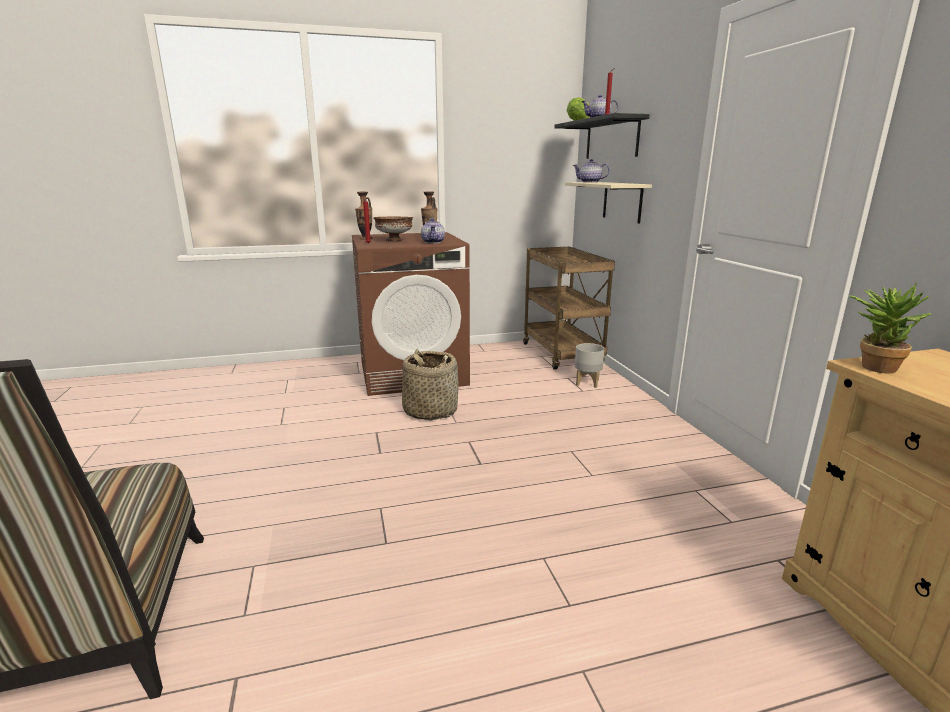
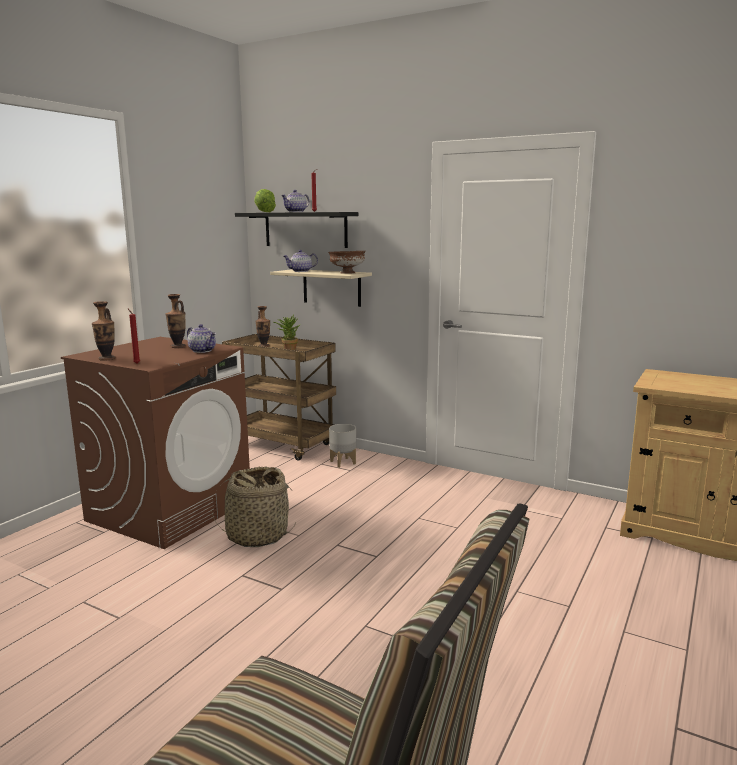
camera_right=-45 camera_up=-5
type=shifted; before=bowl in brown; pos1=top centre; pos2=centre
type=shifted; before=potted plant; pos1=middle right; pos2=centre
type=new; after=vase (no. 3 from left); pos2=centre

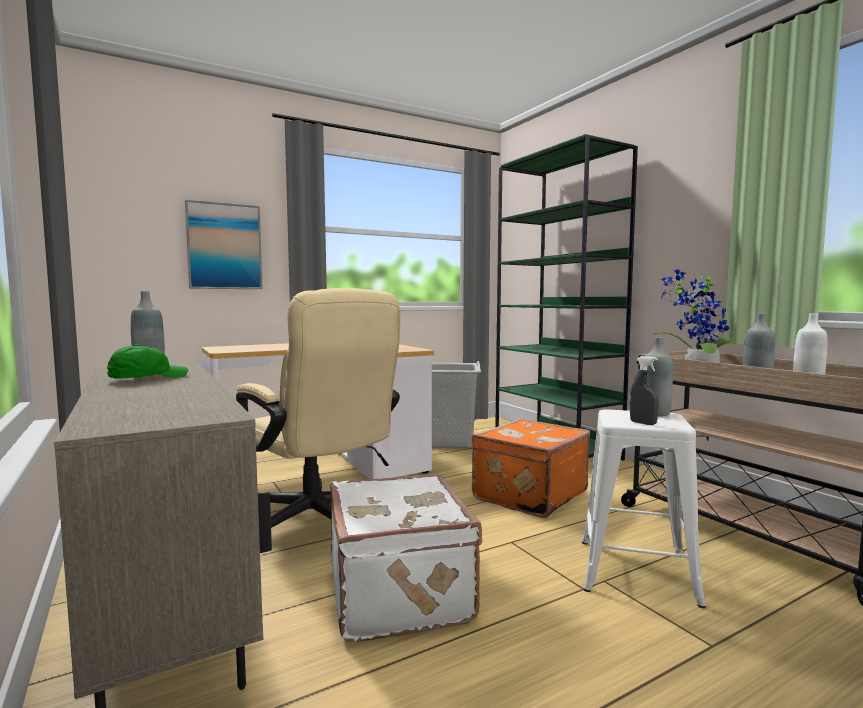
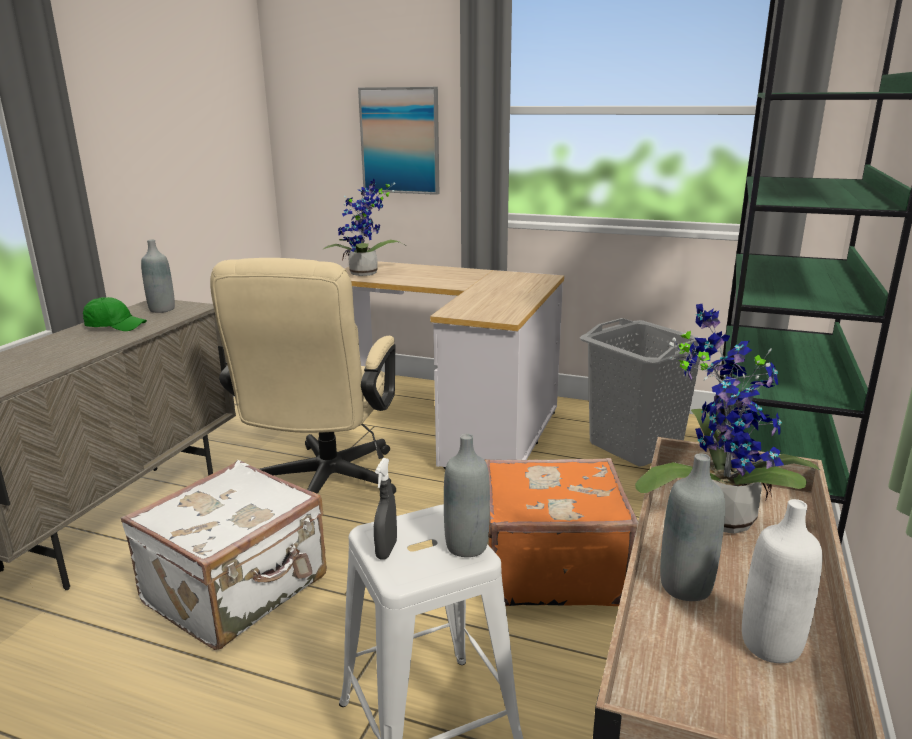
camera_right=50 camera_up=15
type=new; after=potted plant (no. 1 from left); pos2=top centre

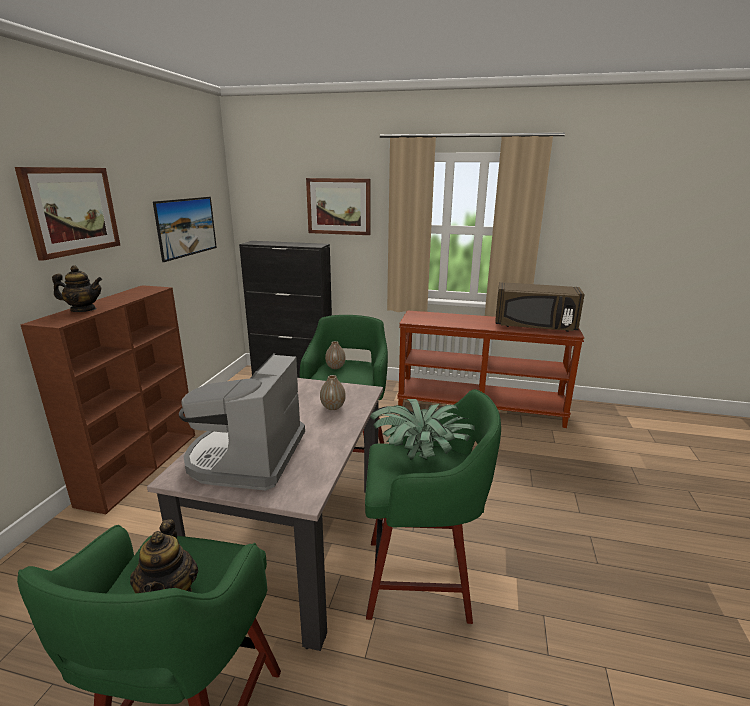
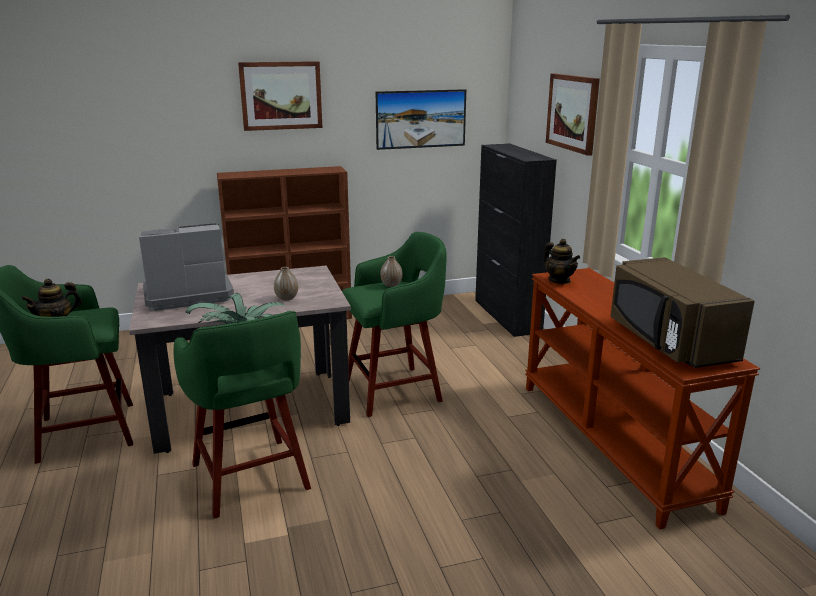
camera_right=60 camera_up=0
type=shifted; before=teapot (no. 1 from left in the first image); after=teapot (no. 2 from left); pos1=middle left; pos2=middle right

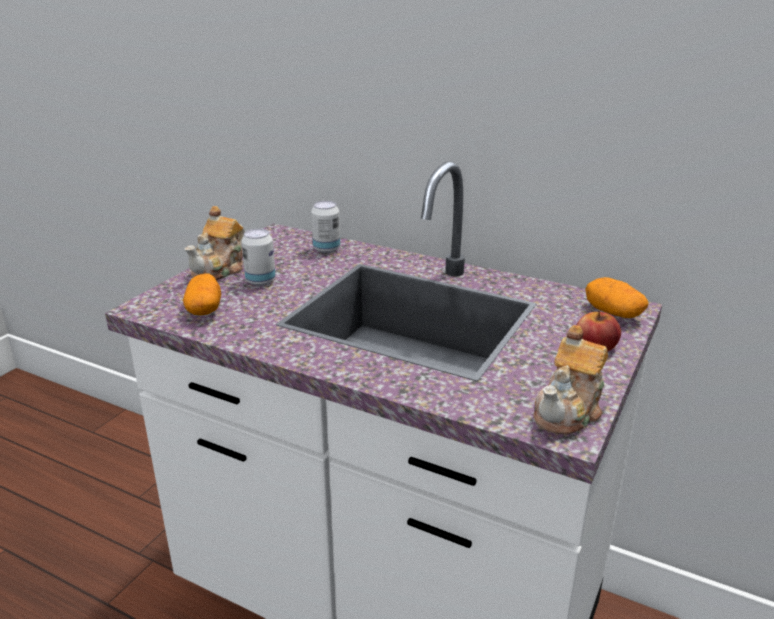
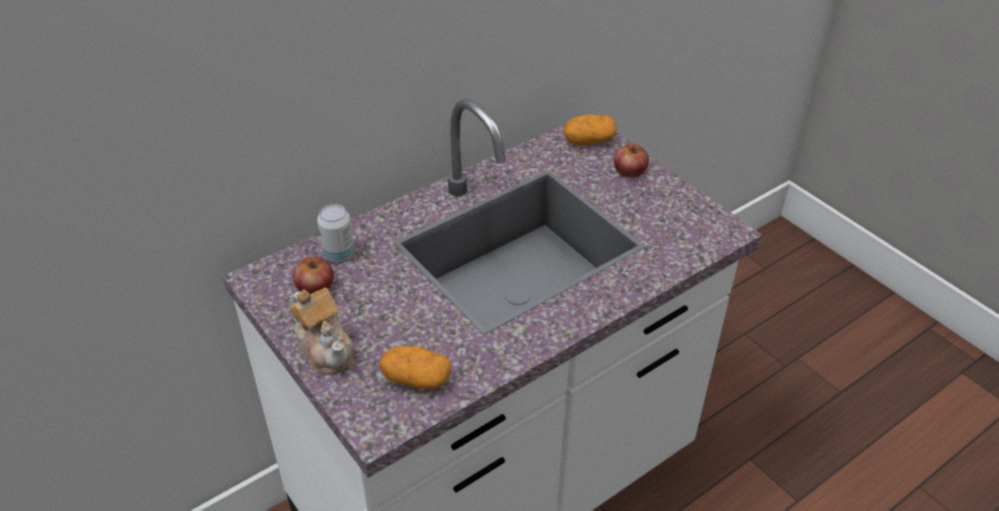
camera_right=-65 camera_up=15
type=gone; before=can (no. 1 from left); pos1=centre
type=gone; before=teapot (no. 2 from left); pos1=middle right
type=new; after=apple (no. 1 from left); pos2=middle left

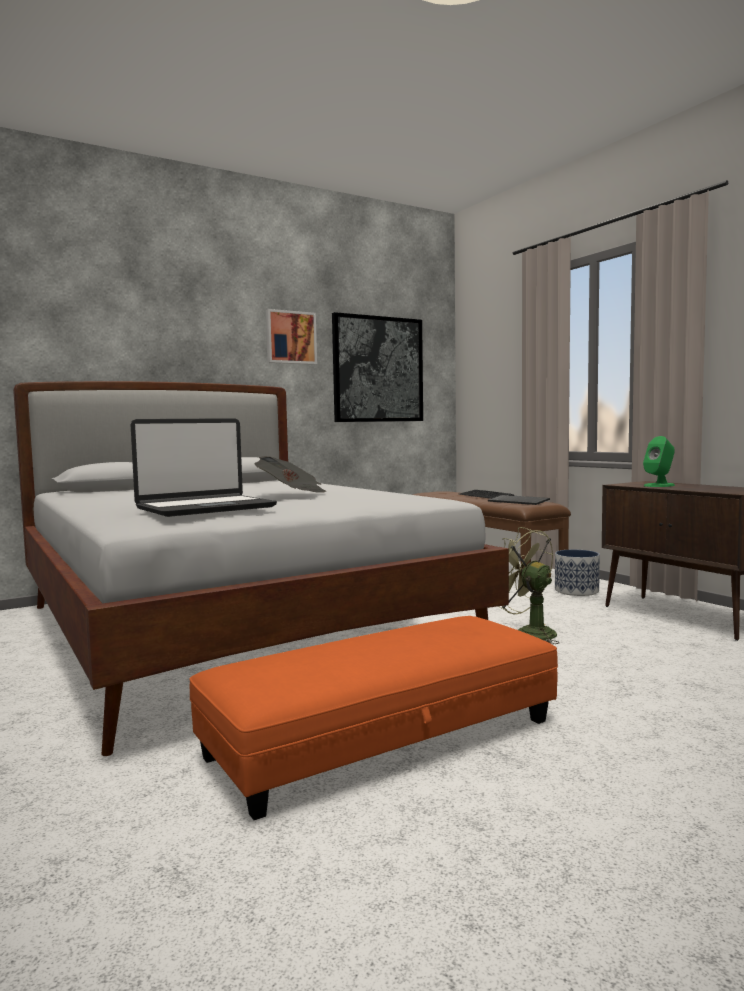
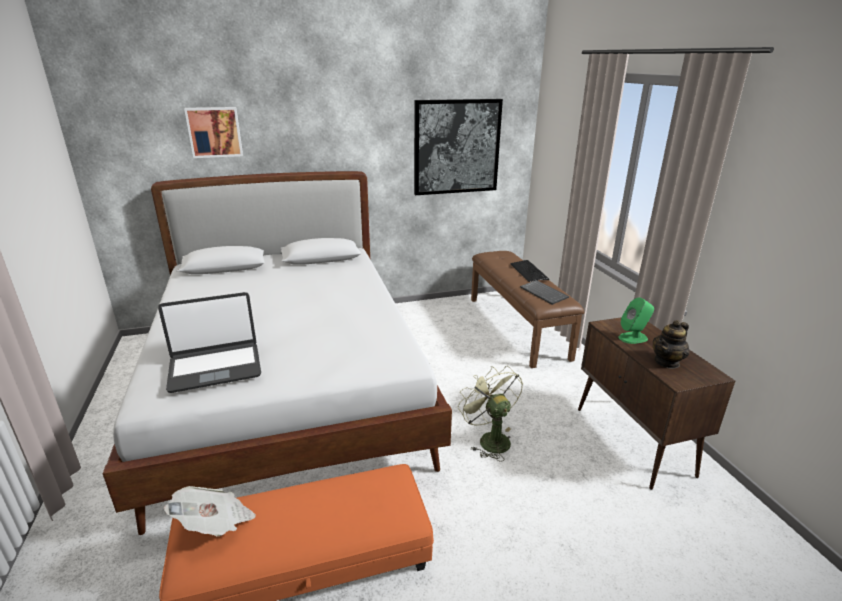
camera_right=15 camera_up=20
type=shifted; before=picture (no. 1 from left); pos1=centre; pos2=top left
type=shifted; before=newspaper; pos1=centre; pos2=bottom left
type=gone; before=planter; pos1=middle right
type=new; after=teapot; pos2=middle right

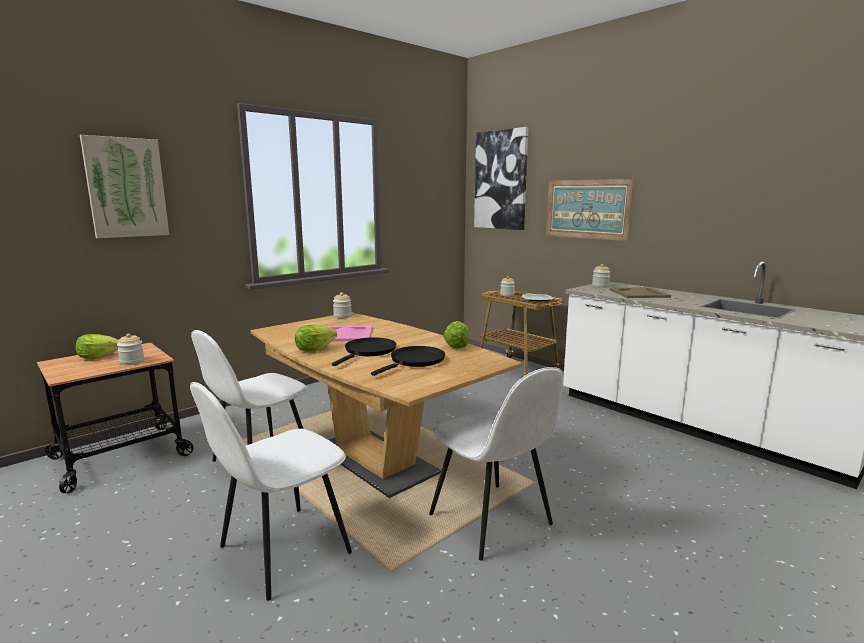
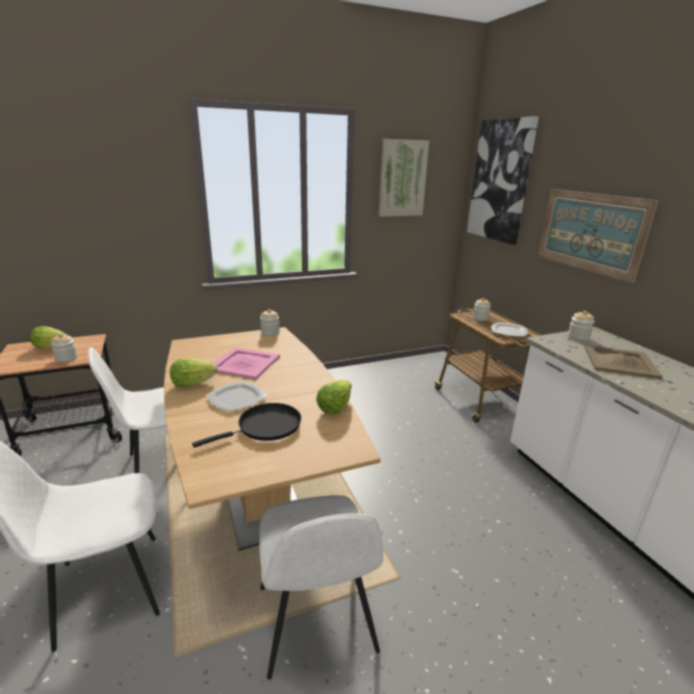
camera_right=20 camera_up=10
type=shifted; before=picture (no. 1 from left); pos1=top left; pos2=top centre
type=swapped; before=frying pan in black (no. 1 from left); after=plate (no. 1 from left); pos1=centre; pos2=centre

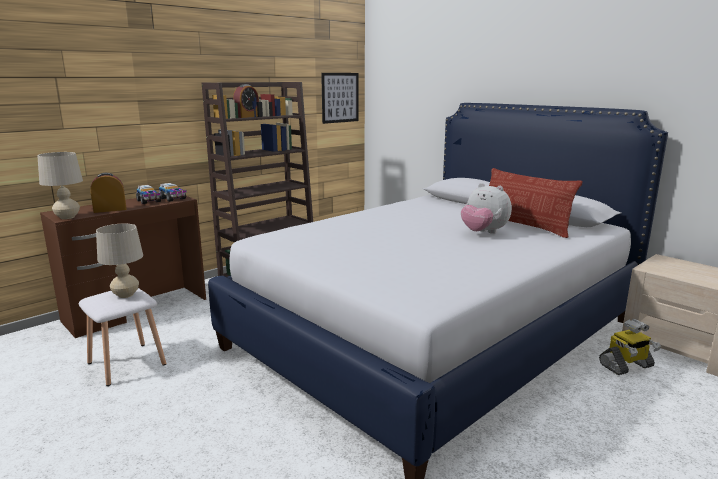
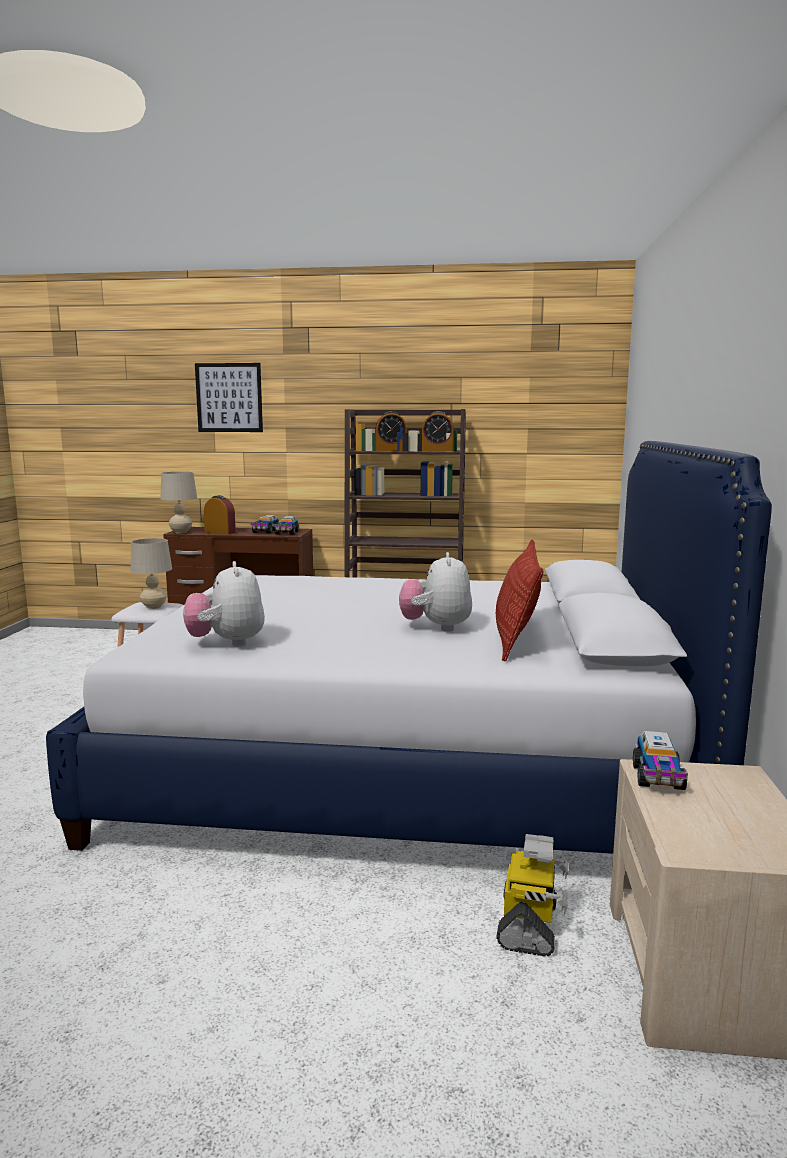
camera_right=50 camera_up=-5
type=shifted; before=picture; pos1=top centre; pos2=middle left
type=rotated; before=toy robot; pos1=bottom right; pos2=bottom right; turn=-105
type=new; after=alarm clock (no. 3 from left); pos2=centre
type=new; after=plush toy (no. 1 from left); pos2=middle left
type=new; after=toy truck (no. 3 from left); pos2=middle right

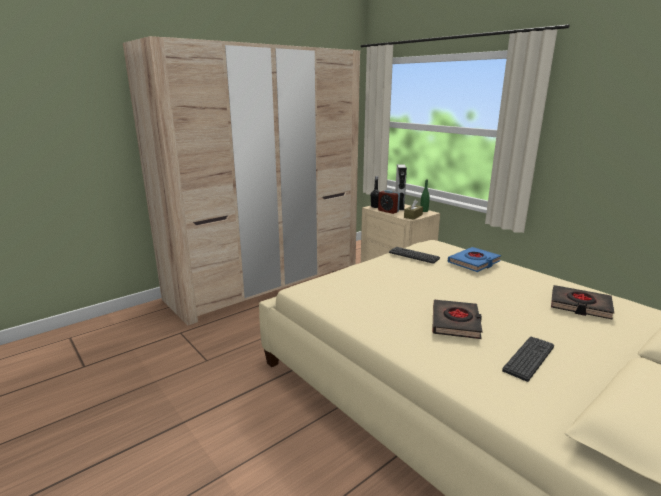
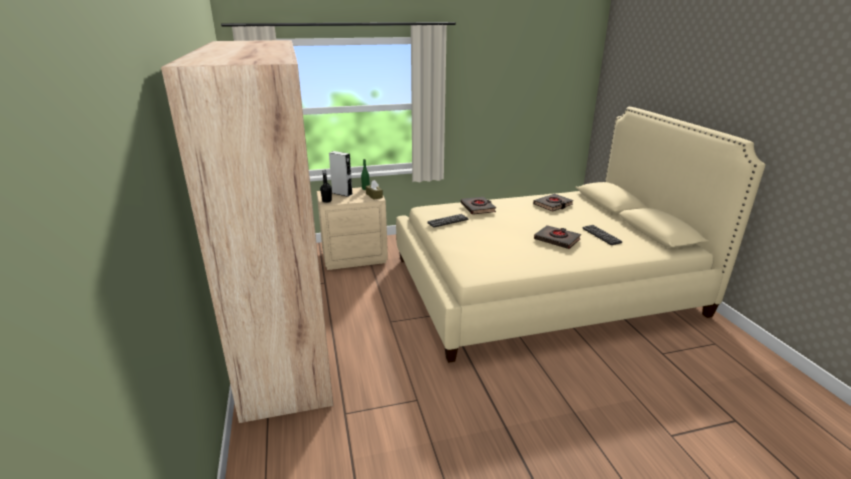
camera_right=-65 camera_up=5
type=gone; before=alarm clock; pos1=centre
type=repainted; before=book in blue; after=book in black (no. 1 from left); pos1=middle right; pos2=centre

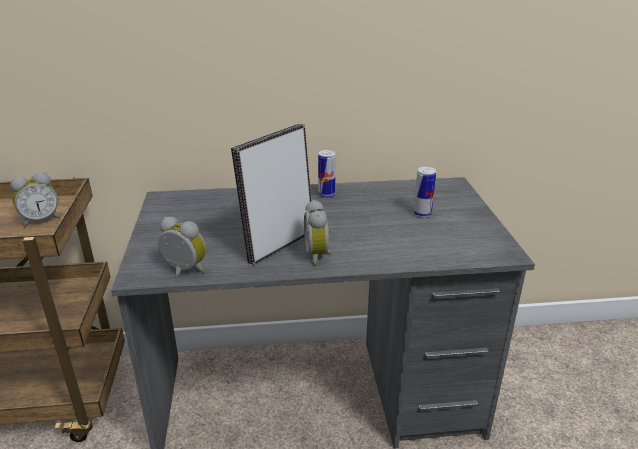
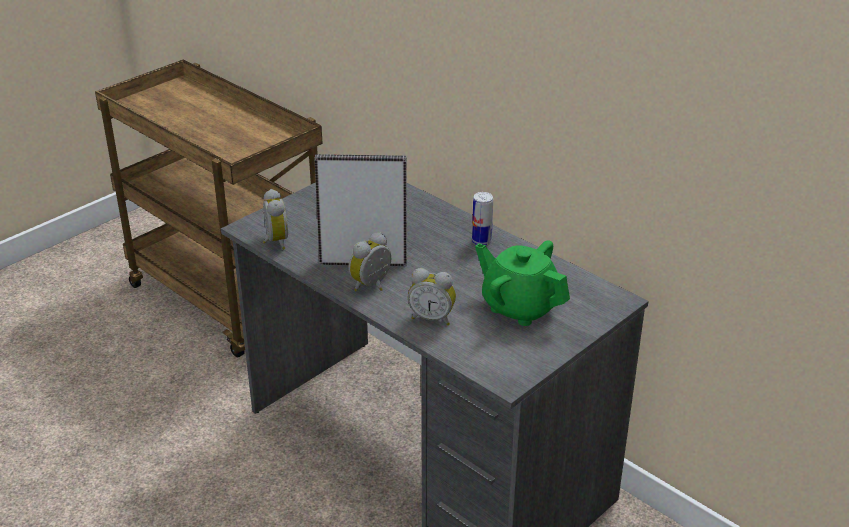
camera_right=50 camera_up=5
type=swapped; before=can (no. 2 from left); after=teapot in green; pos1=centre; pos2=centre
type=shifted; before=alarm clock (no. 1 from left in the first image); after=alarm clock (no. 3 from left); pos1=middle left; pos2=centre

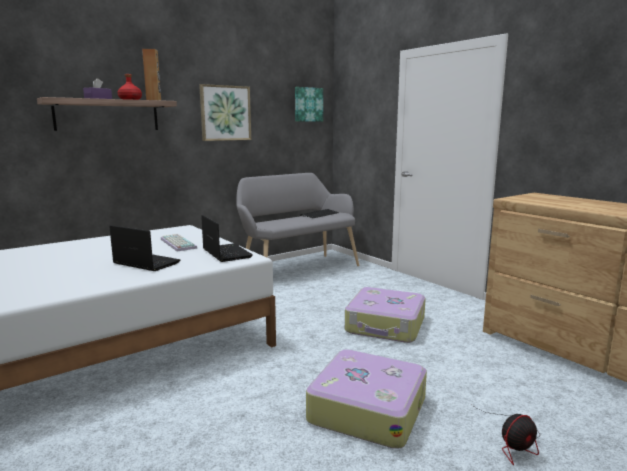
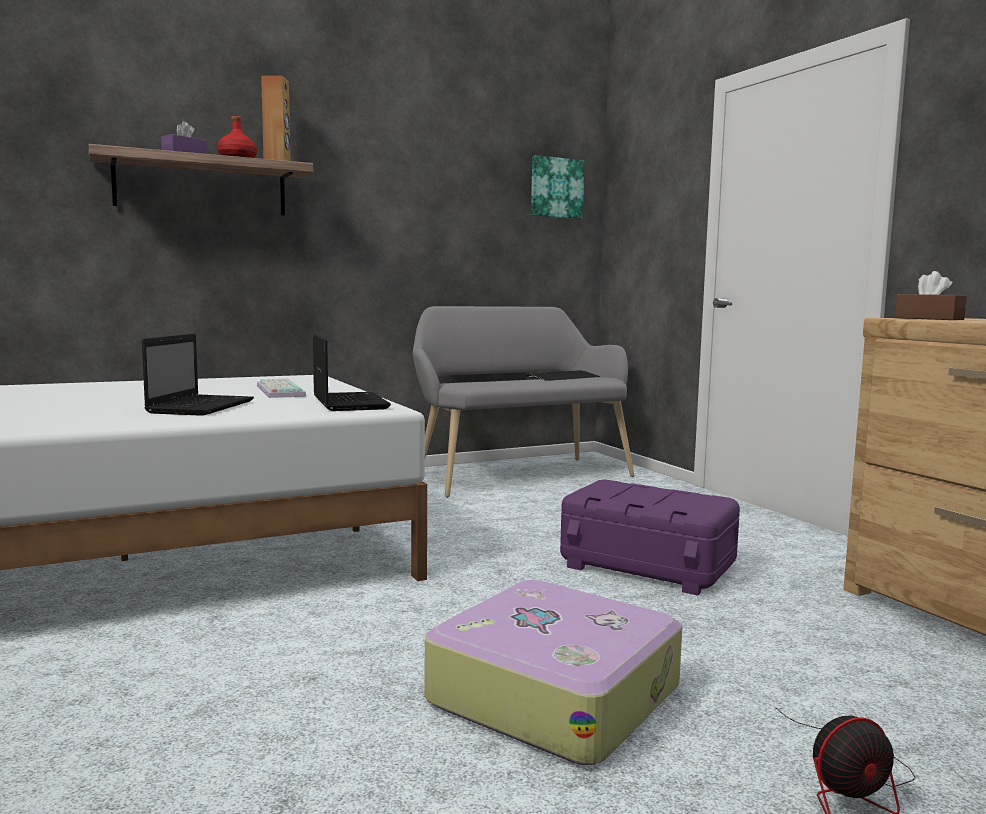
camera_right=10 camera_up=-5
type=gone; before=picture (no. 1 from left); pos1=top centre
type=rotated; before=laptop (no. 1 from left); pos1=middle left; pos2=middle left; turn=60
type=swapped; before=suitcase (no. 2 from left); after=storage box in purple; pos1=bottom centre; pos2=centre
type=new; after=tissue box in brown; pos2=middle right

